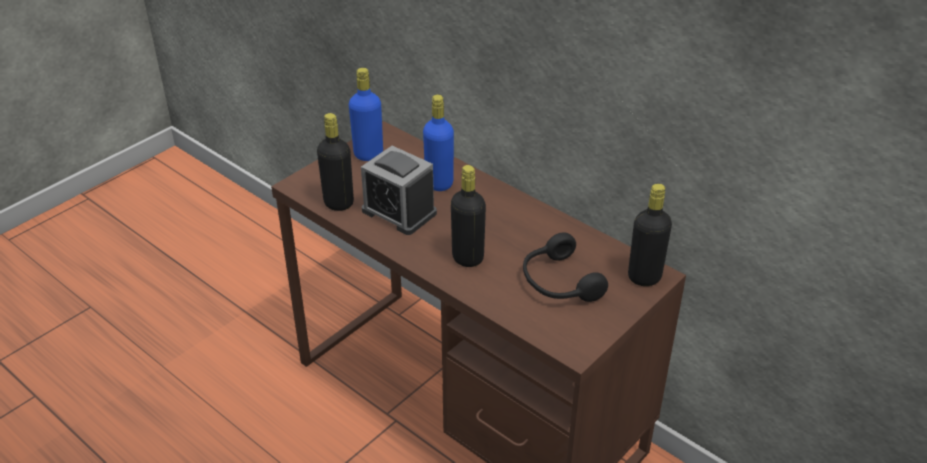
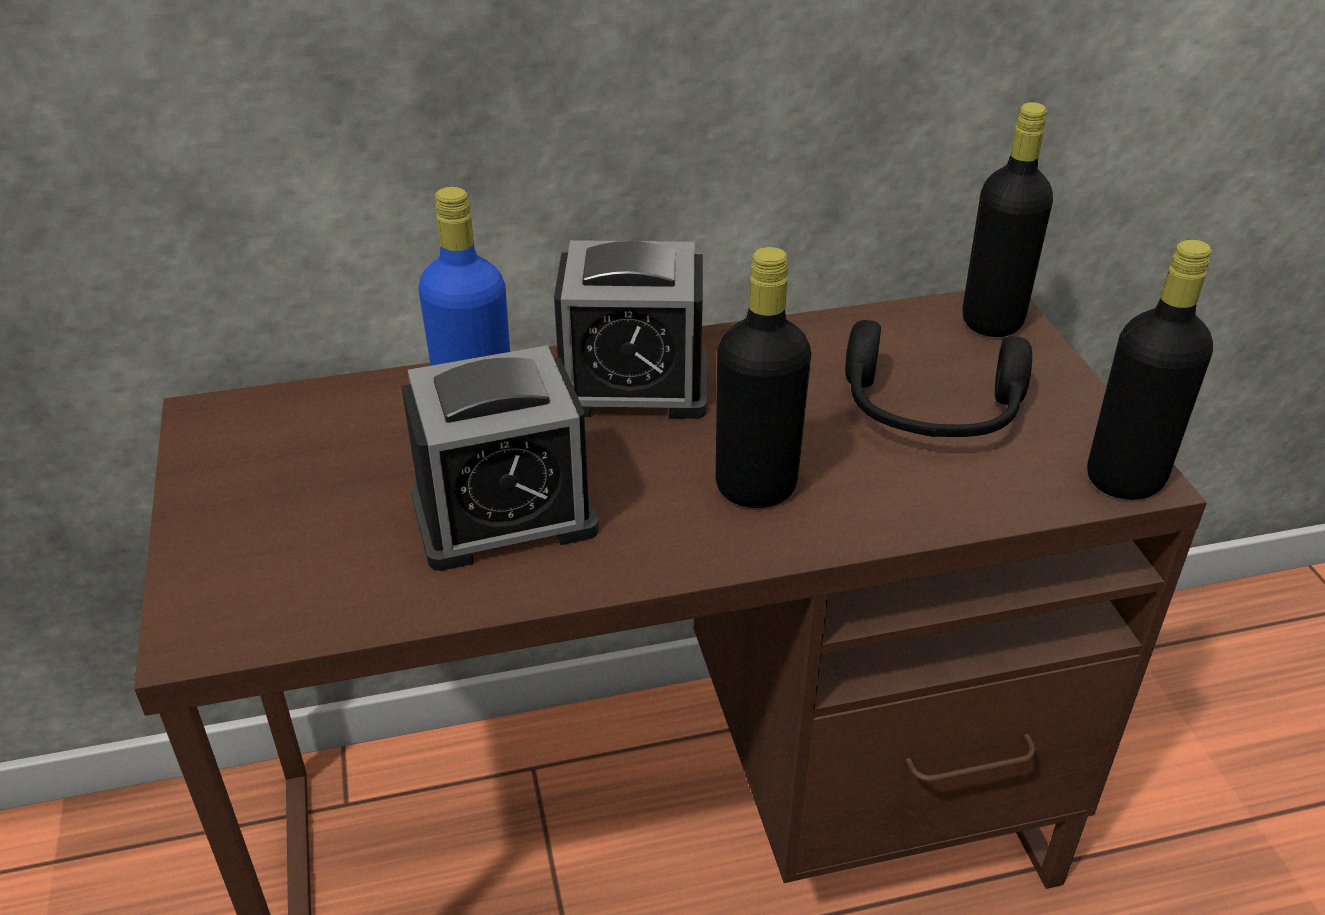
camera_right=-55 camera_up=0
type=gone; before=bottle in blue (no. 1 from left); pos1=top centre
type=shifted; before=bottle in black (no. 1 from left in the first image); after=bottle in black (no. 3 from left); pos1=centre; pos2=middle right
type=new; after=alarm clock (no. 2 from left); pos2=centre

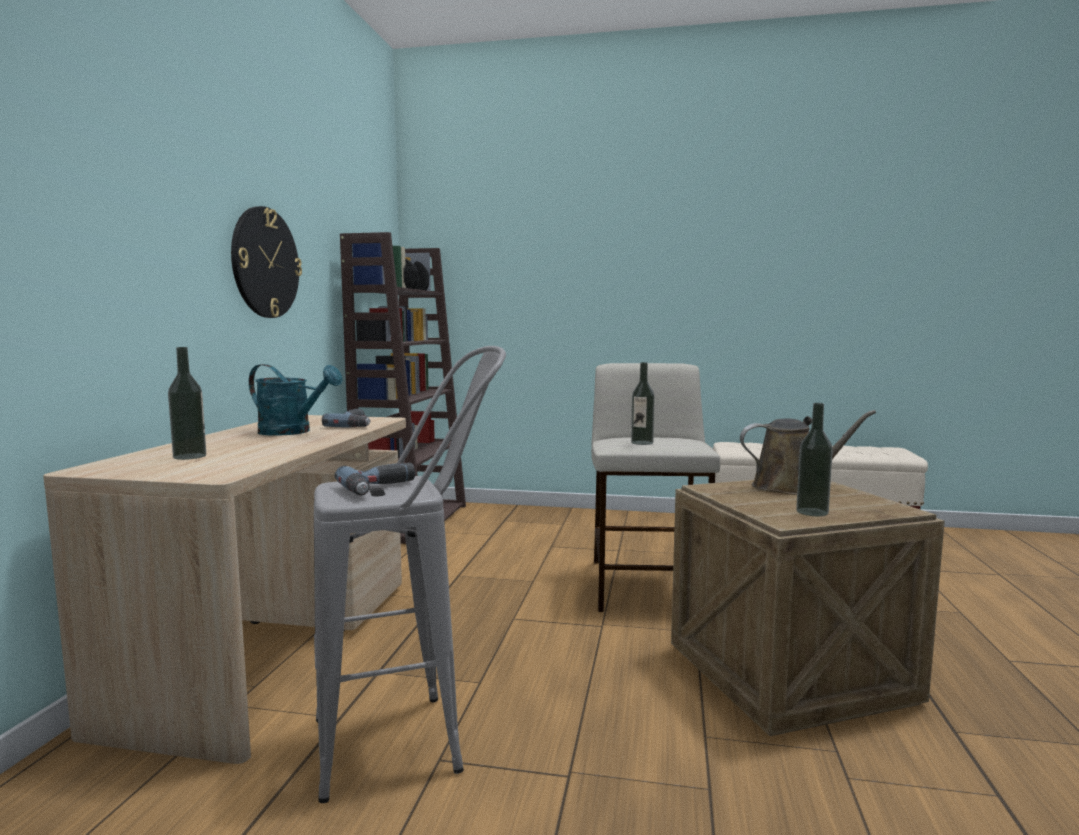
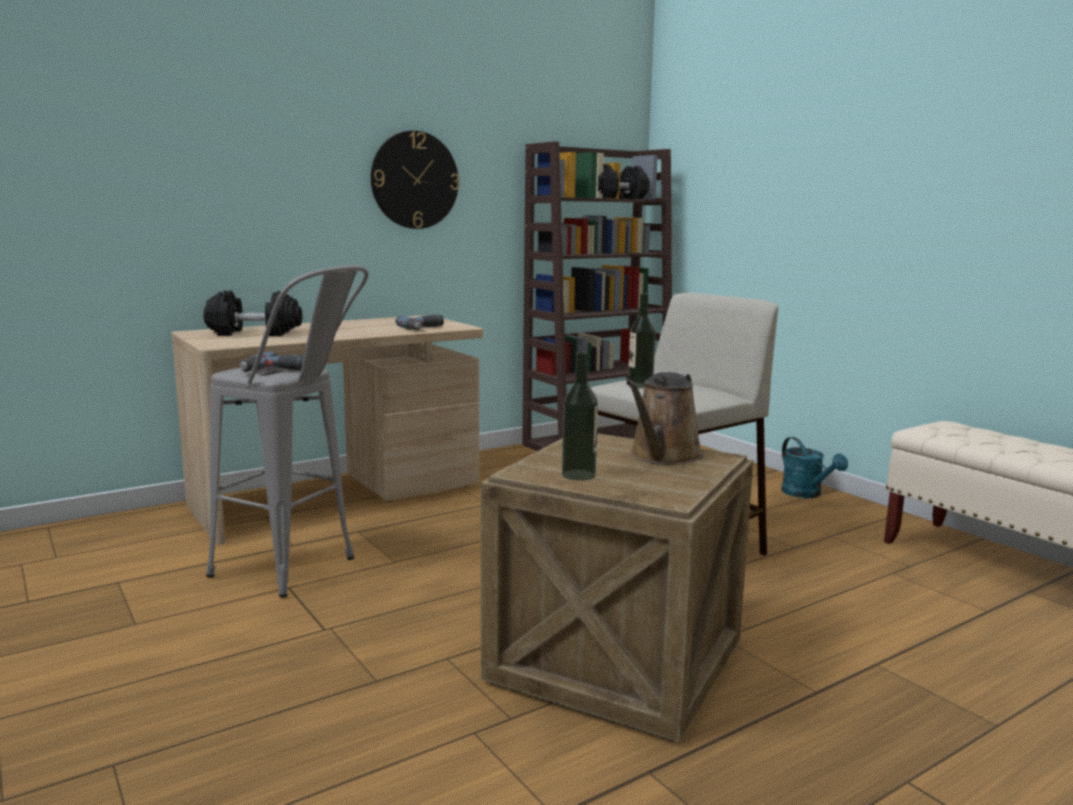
camera_right=45 camera_up=5
type=swapped; before=bottle (no. 1 from left); after=dumbbell in black (no. 1 from left); pos1=middle left; pos2=middle left
type=shifted; before=watering can in turquoise; pos1=middle left; pos2=middle right
type=rotated; before=watering can in brown; pos1=middle right; pos2=centre; turn=75

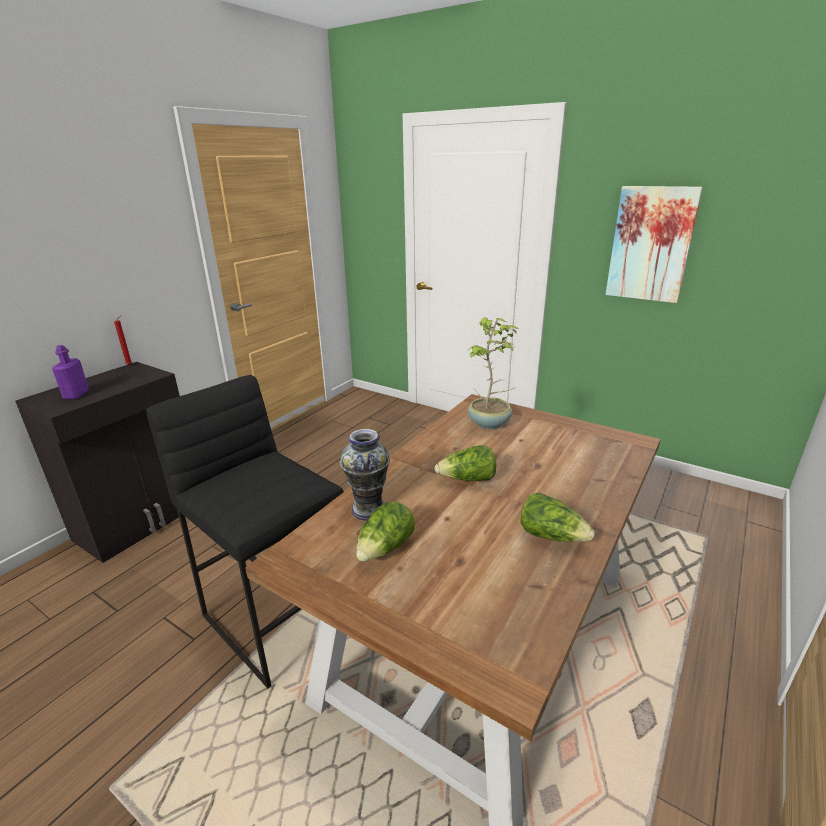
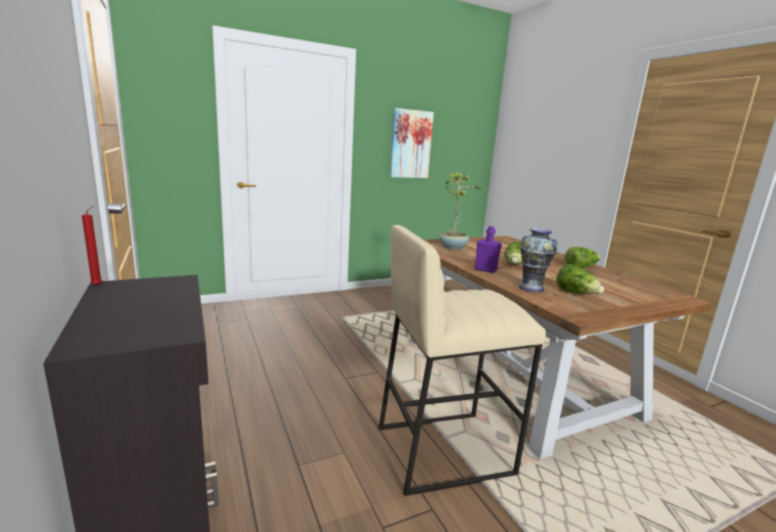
camera_right=-60 camera_up=-10
type=shifted; before=bottle in purple; pos1=middle left; pos2=centre
type=repainted; before=stool in black; after=stool in beige; pos1=middle left; pos2=bottom centre

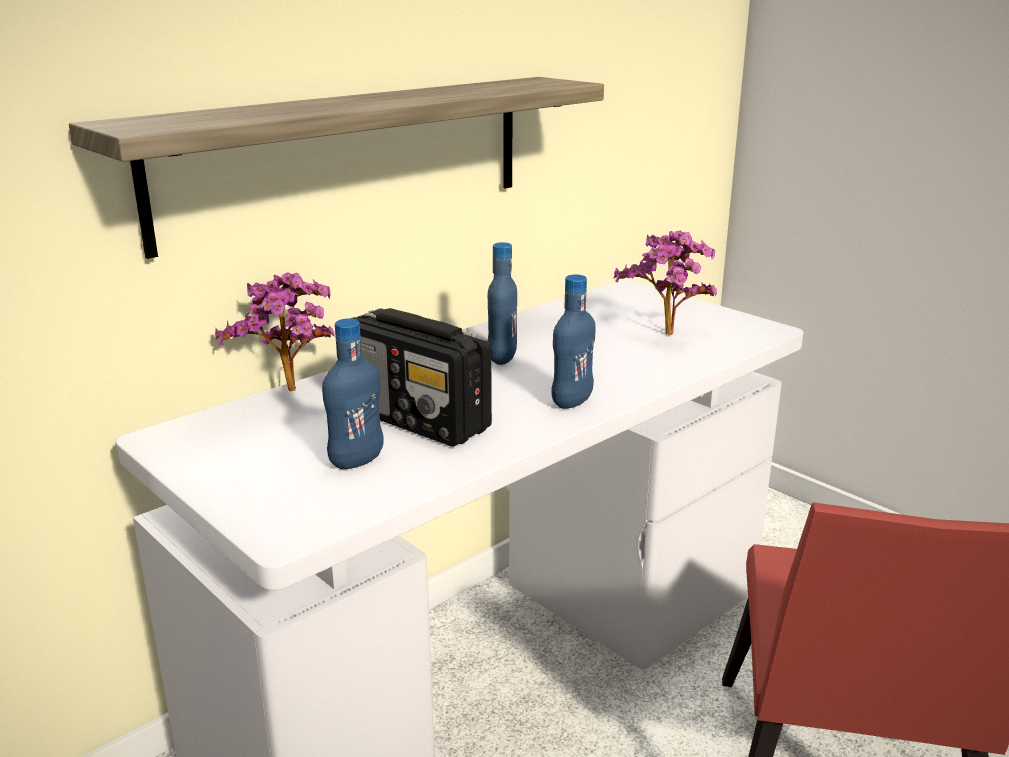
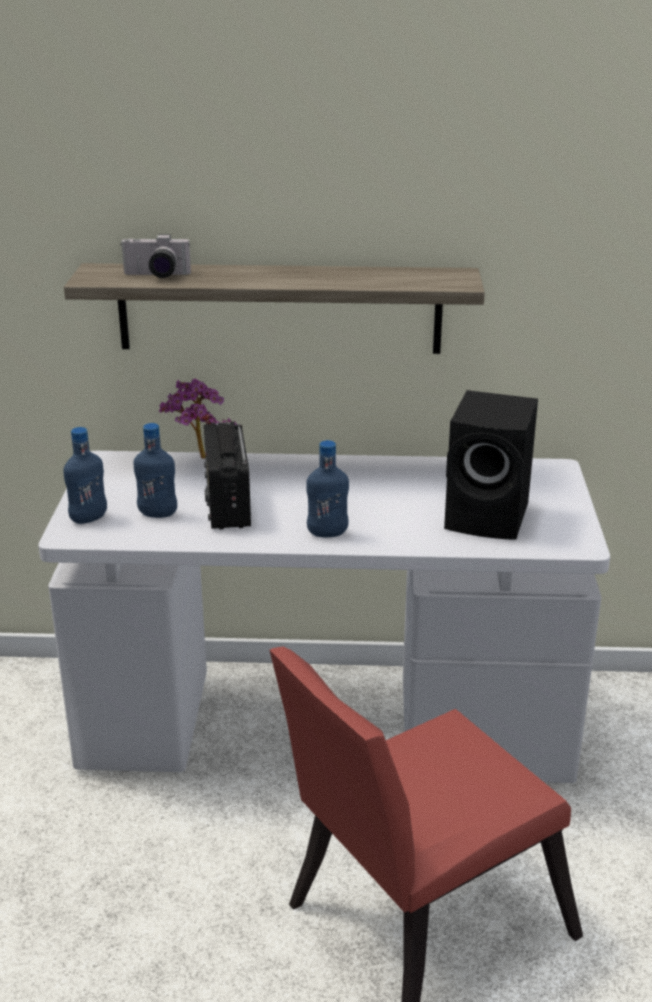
camera_right=45 camera_up=5
type=swapped; before=potted plant (no. 2 from left); after=speaker in black; pos1=centre; pos2=middle right
type=shifted; before=bottle in blue (no. 2 from left in the first image); after=bottle in blue (no. 1 from left); pos1=centre; pos2=middle left
type=new; after=photo camera; pos2=top left

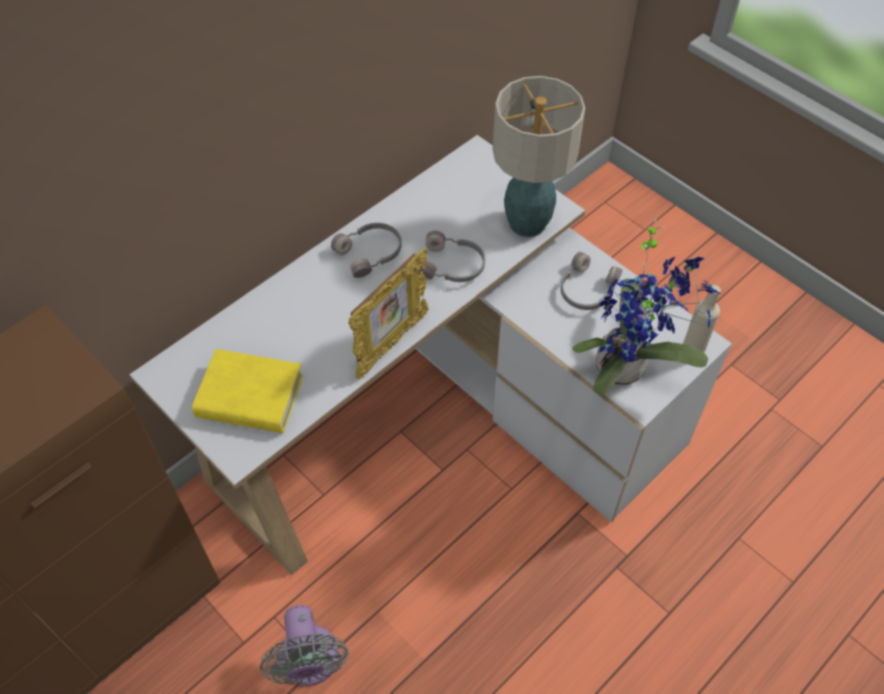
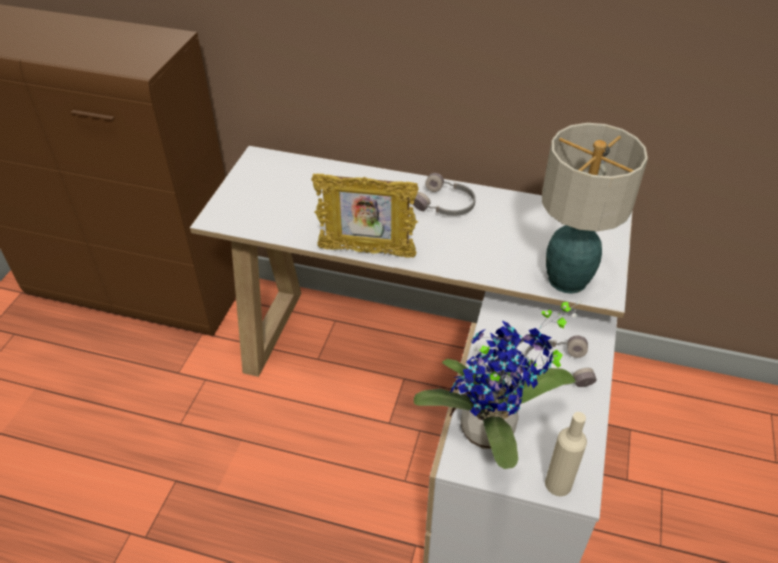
camera_right=60 camera_up=-10
type=gone; before=headphones in grey (no. 2 from left); pos1=centre
type=gone; before=book in yellow; pos1=middle left
type=gone; before=fan in grey; pos1=bottom centre

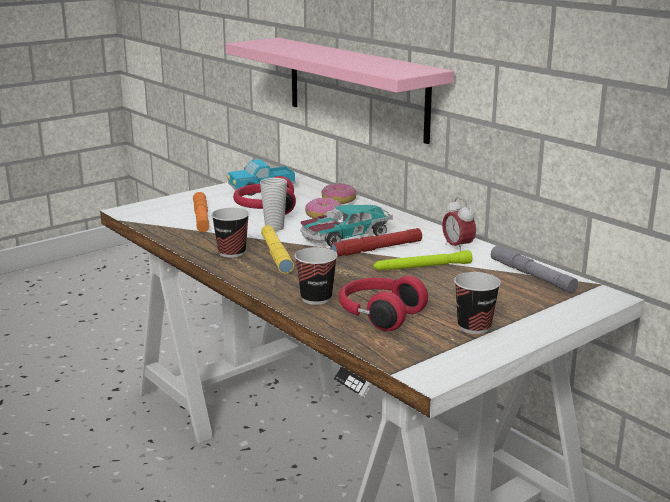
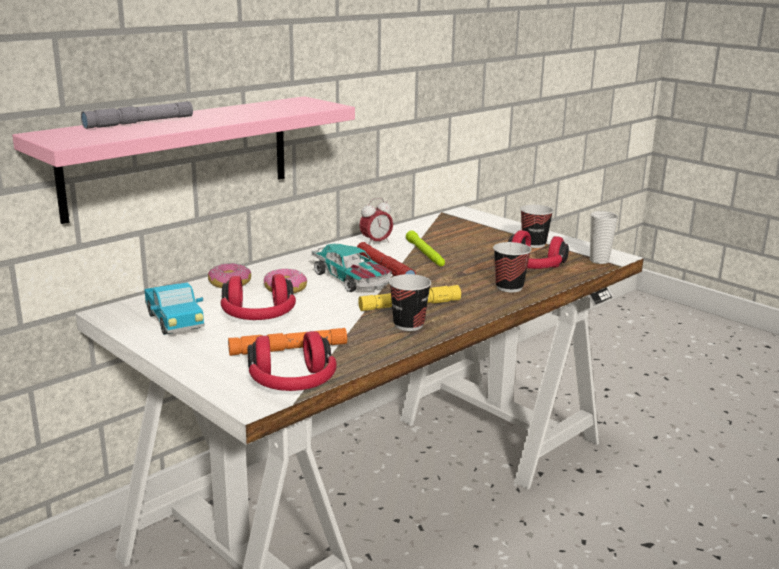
camera_right=-95 camera_up=0
type=shifted; before=cup (no. 2 from left in the first image); after=cup (no. 4 from left); pos1=centre; pos2=middle right
type=shifted; before=flashlight in grey; pos1=middle right; pos2=top left
type=new; after=headphones in red (no. 2 from left); pos2=centre

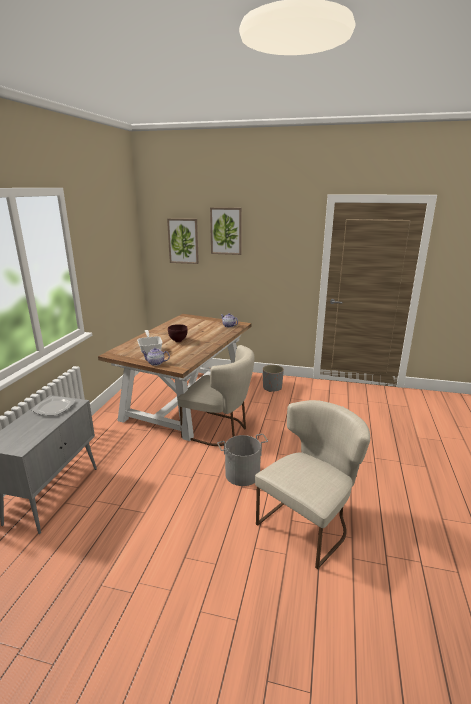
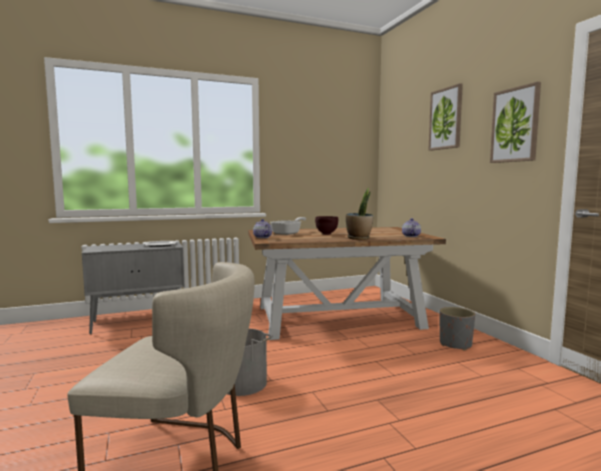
camera_right=55 camera_up=-15
type=shifted; before=picture (no. 1 from left in the first image); after=picture (no. 2 from left); pos1=centre; pos2=top right
type=gone; before=chair in beige (no. 1 from left); pos1=centre
type=new; after=potted plant; pos2=centre

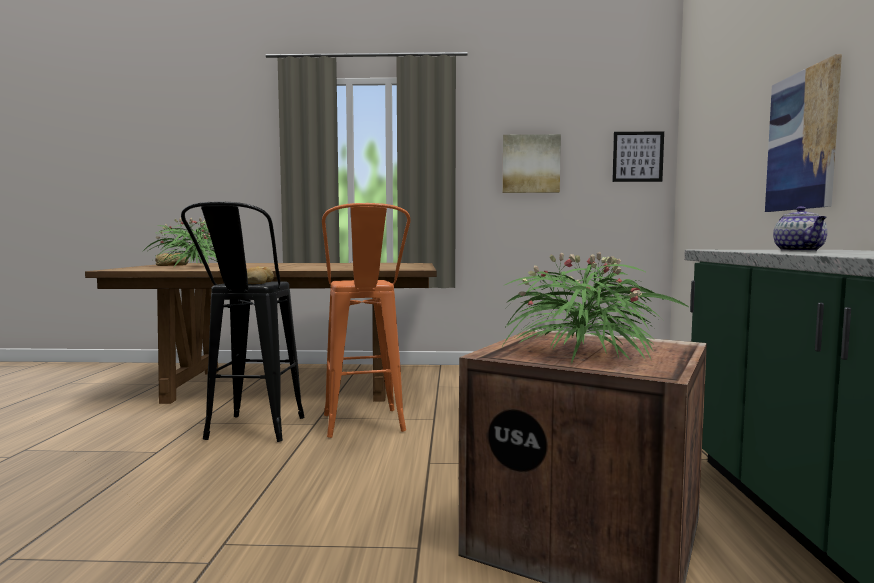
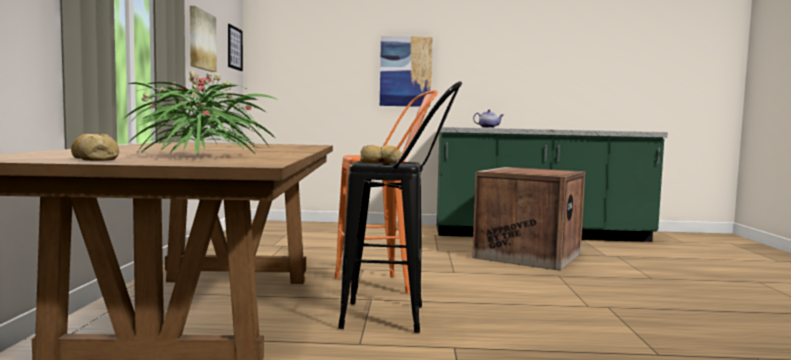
camera_right=-90 camera_up=0
type=gone; before=potted plant (no. 2 from left); pos1=middle right

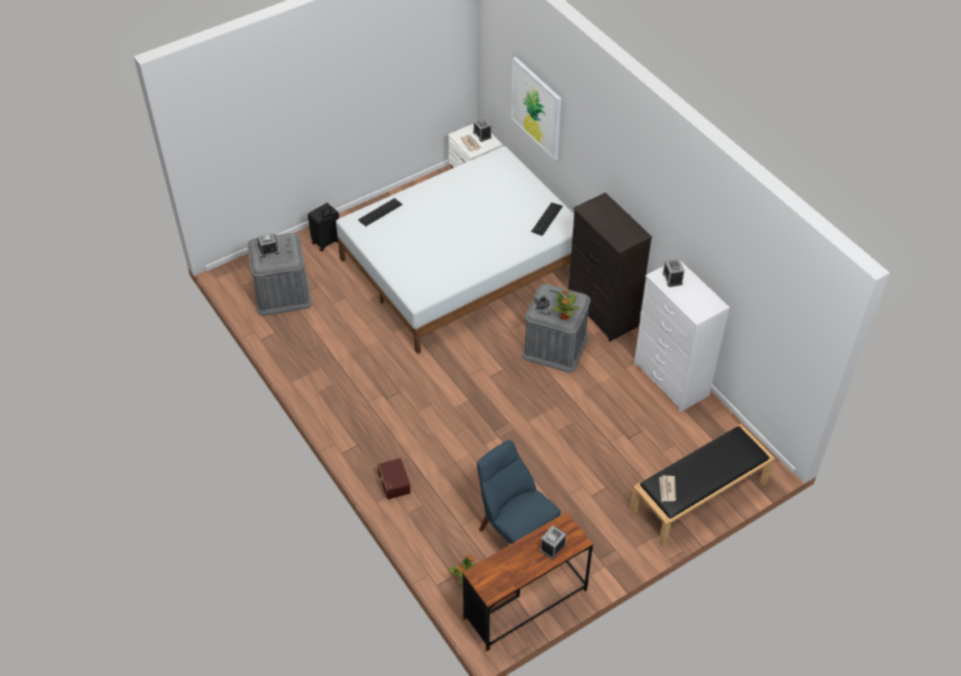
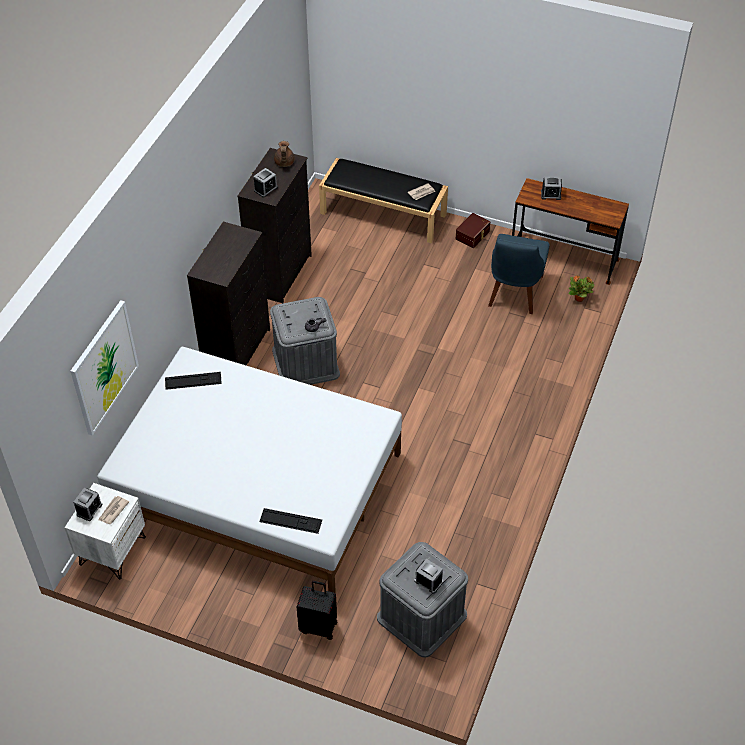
camera_right=-125 camera_up=0
type=repainted; before=dresser in white; after=dresser in black (no. 2 from left); pos1=middle right; pos2=top centre
type=gone; before=potted plant (no. 2 from left); pos1=centre
type=shifted; before=storage box in brown; pos1=bottom centre; pos2=top centre
type=new; after=teapot in brown; pos2=top centre

